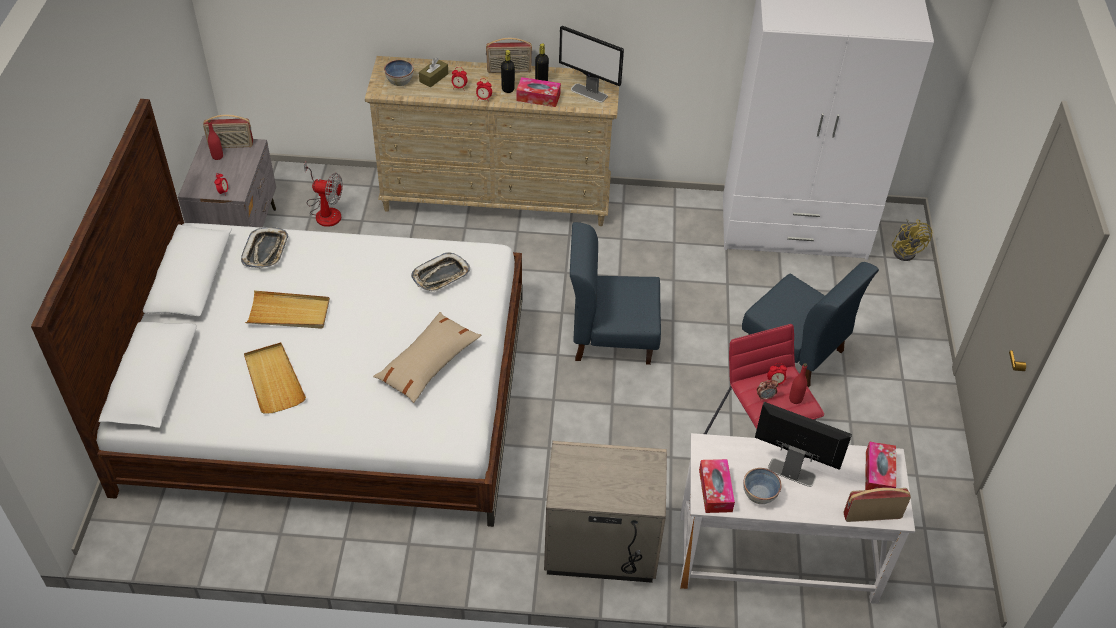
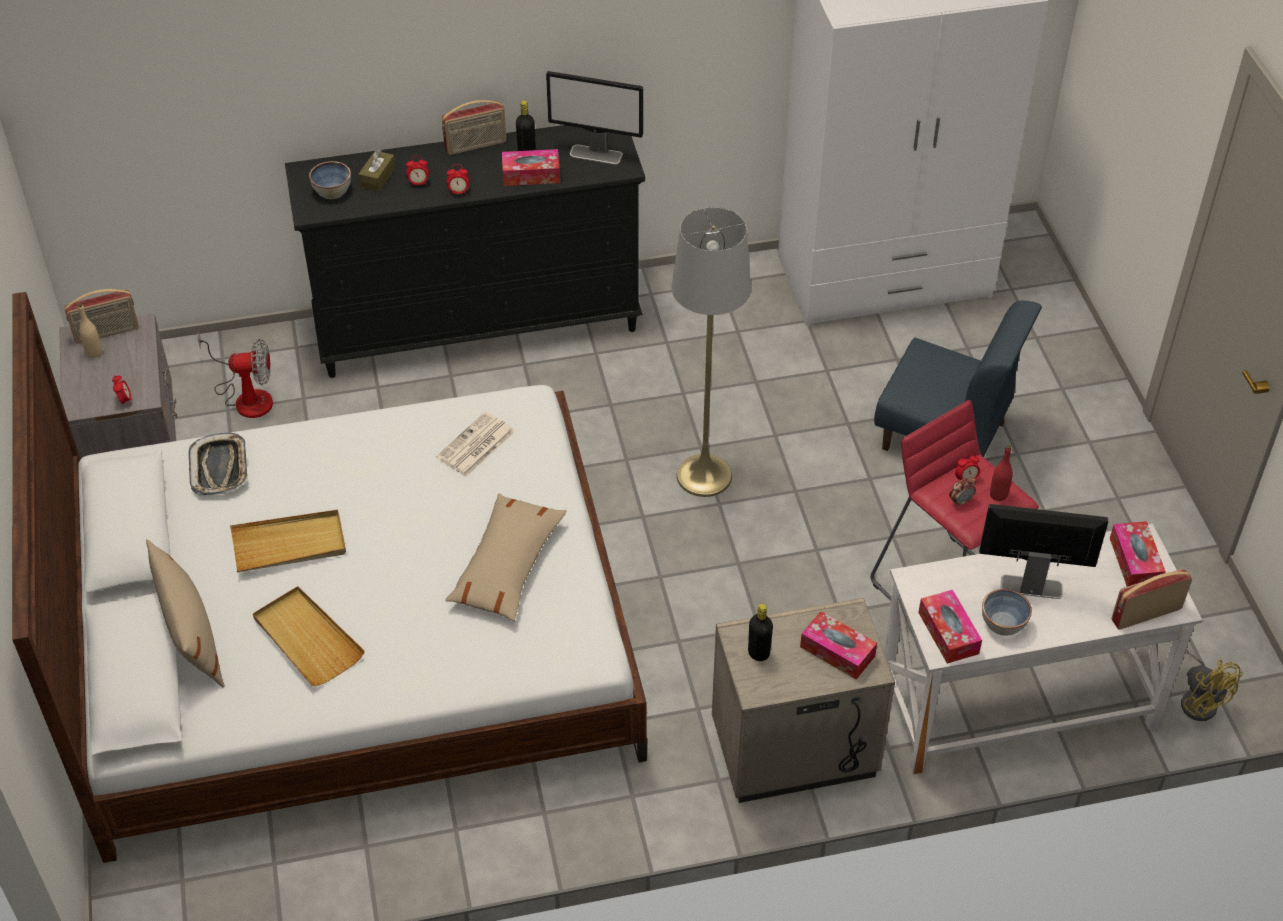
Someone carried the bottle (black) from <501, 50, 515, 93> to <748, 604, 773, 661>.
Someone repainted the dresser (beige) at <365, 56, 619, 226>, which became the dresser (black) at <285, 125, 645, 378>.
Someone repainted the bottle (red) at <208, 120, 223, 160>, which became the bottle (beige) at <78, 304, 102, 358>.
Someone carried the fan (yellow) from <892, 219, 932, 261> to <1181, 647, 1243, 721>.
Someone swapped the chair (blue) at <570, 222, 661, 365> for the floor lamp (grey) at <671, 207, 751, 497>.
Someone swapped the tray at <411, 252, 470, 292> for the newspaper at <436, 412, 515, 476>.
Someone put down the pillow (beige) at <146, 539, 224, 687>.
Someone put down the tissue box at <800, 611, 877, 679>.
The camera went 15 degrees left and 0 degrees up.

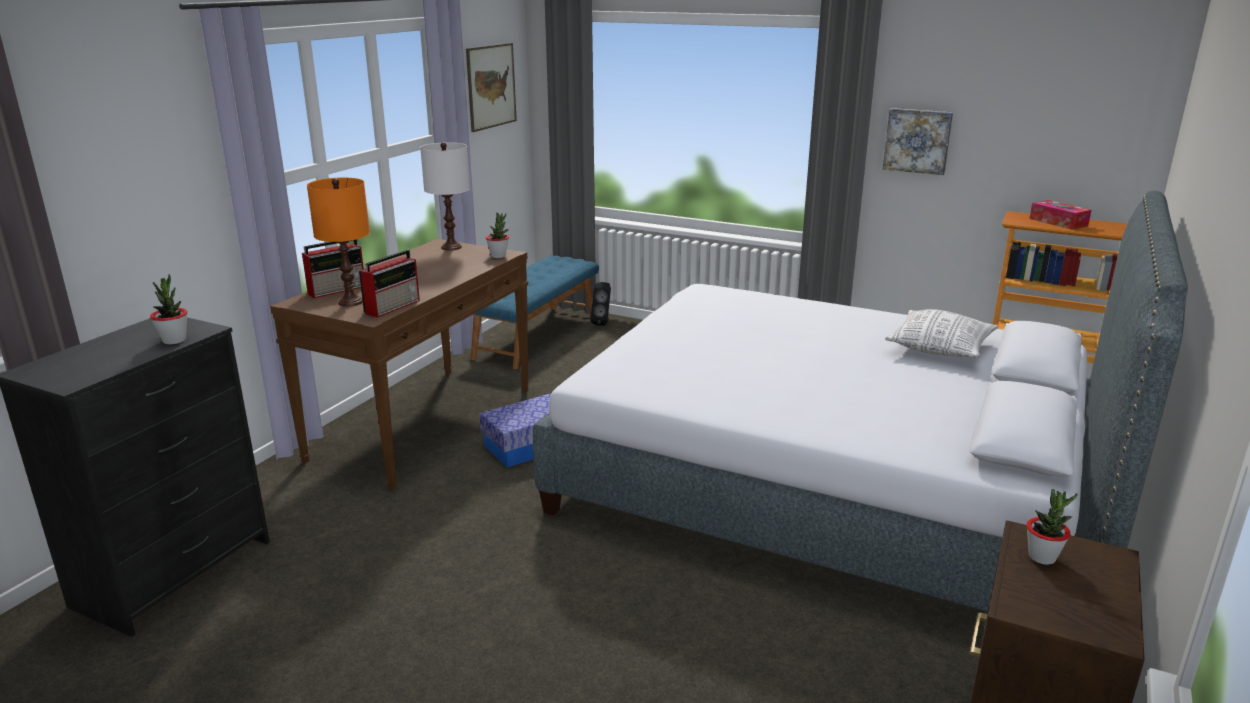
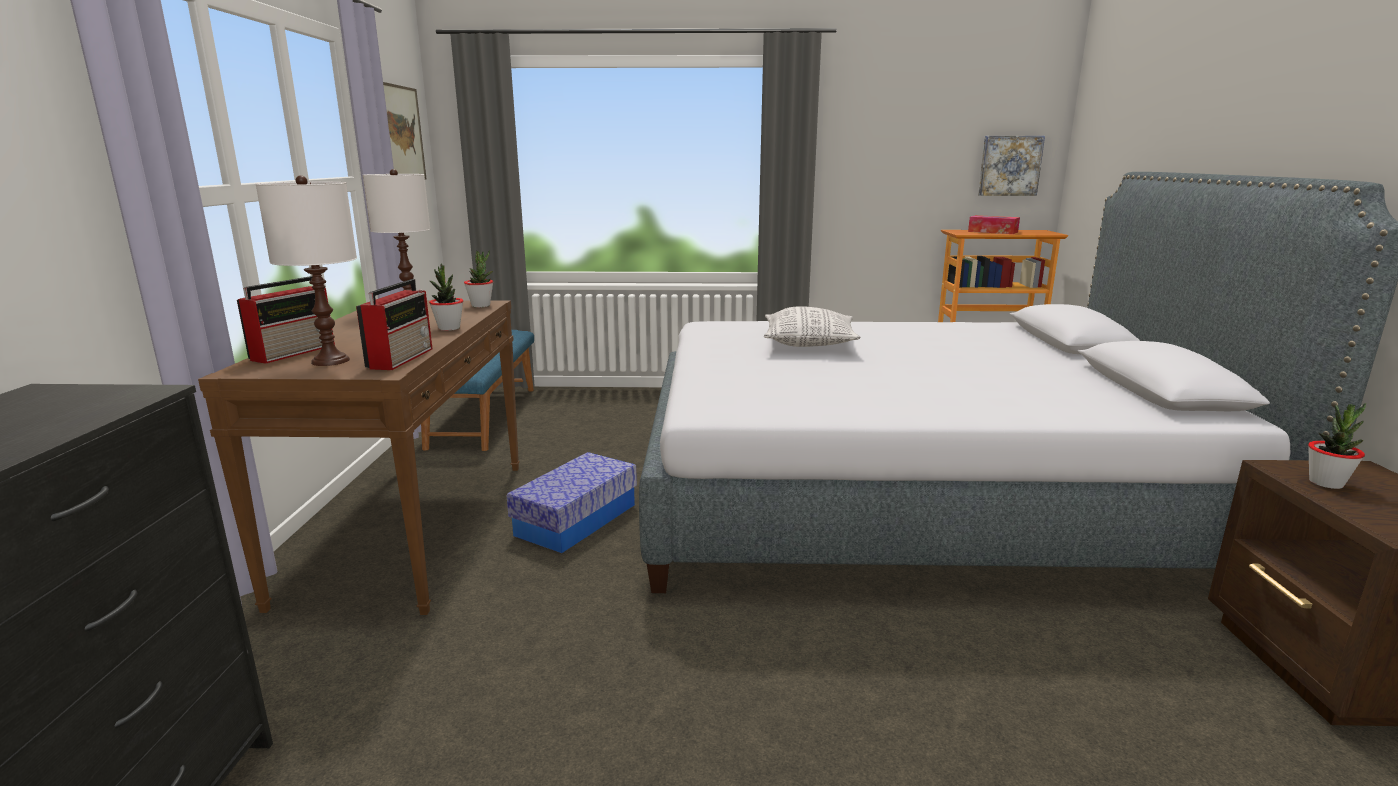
Someone carried the picture from <883, 108, 953, 175> to <978, 136, 1045, 196>.
Someone repainted the table lamp (orange) at <307, 178, 370, 307>, which became the table lamp (white) at <256, 175, 357, 366>.
Someone carried the potted plant from <150, 274, 187, 345> to <429, 264, 464, 331>.
Someone took away the speaker (black) at <591, 282, 611, 326>.
Someone carried the pillow from <885, 309, 999, 357> to <764, 306, 861, 347>.
The camera went 25 degrees left and 5 degrees down.

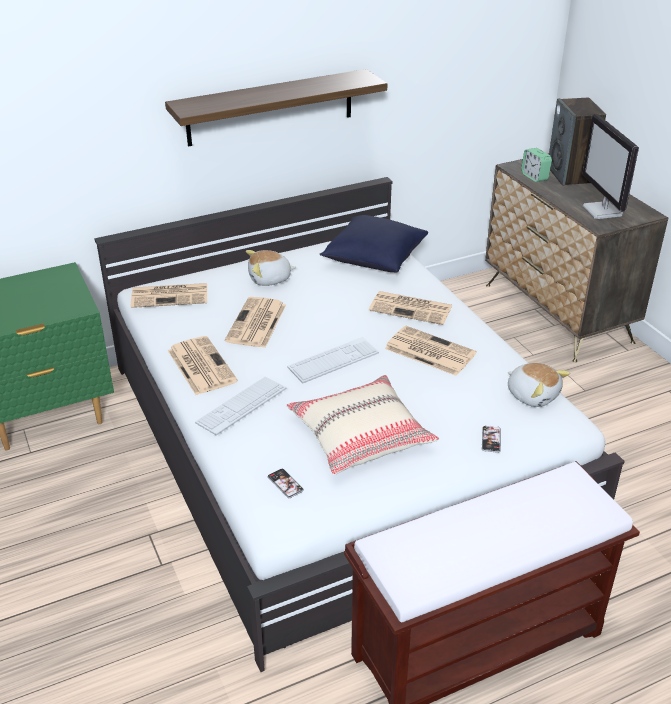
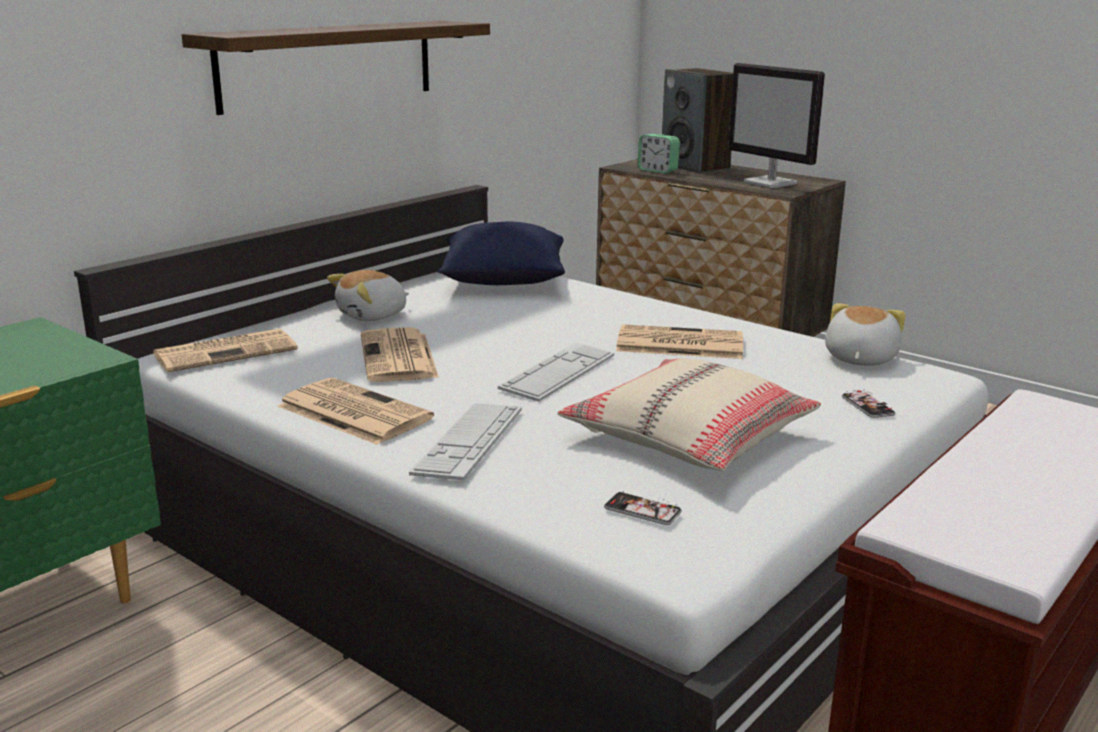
Someone took away the newspaper at <369, 291, 452, 325>.
Someone rotated the plush toy at <508, 362, 570, 407> by 90 degrees counterclockwise.
The camera went 25 degrees left and 15 degrees down.

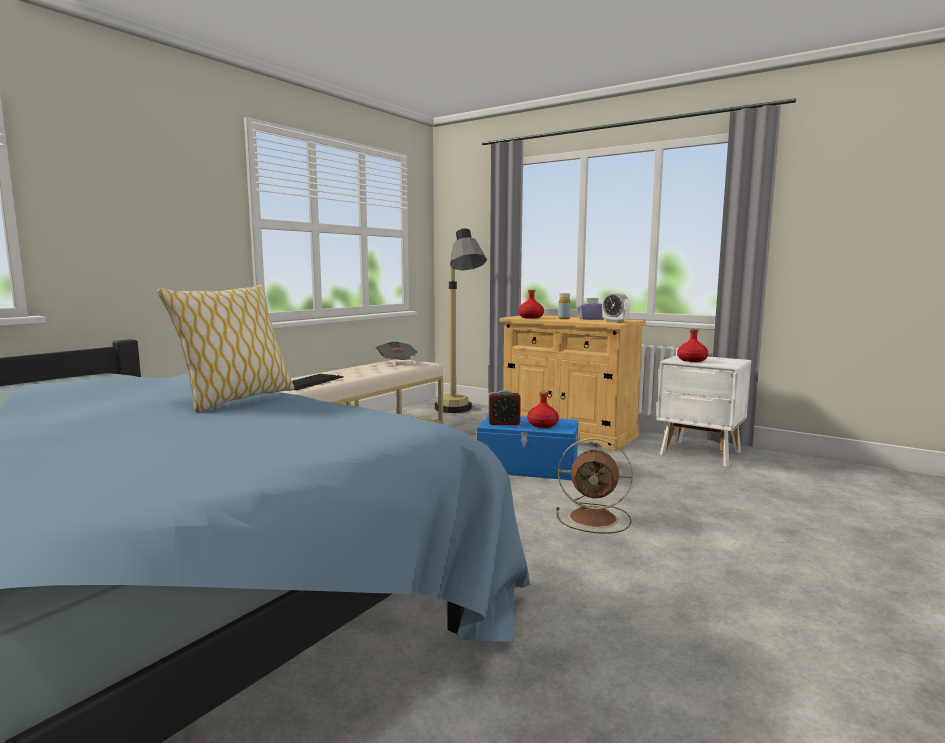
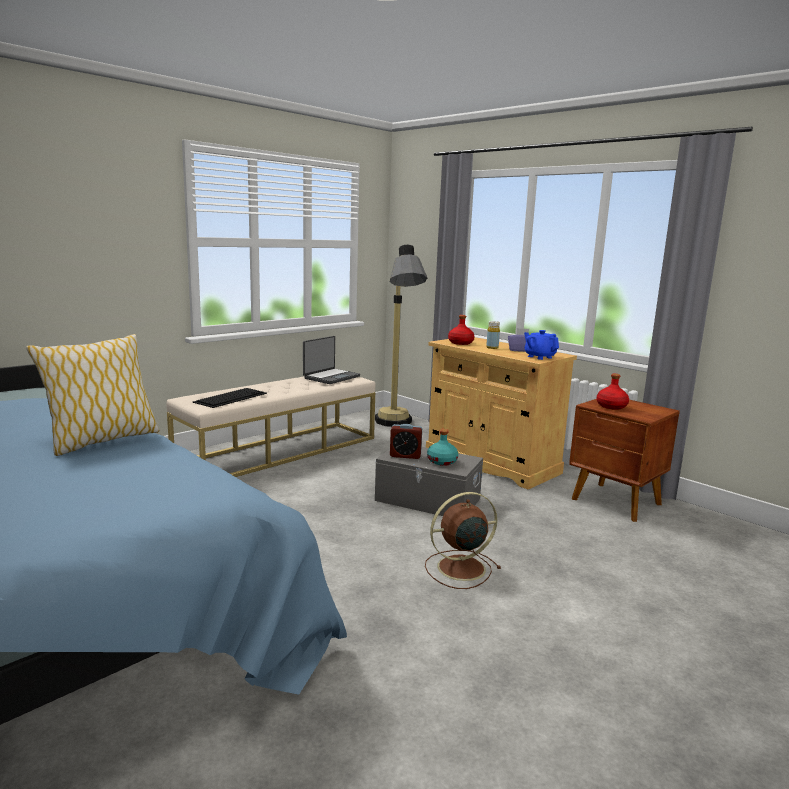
Someone swapped the alarm clock at <602, 291, 630, 323> for the teapot (blue) at <524, 330, 559, 360>.
Someone swapped the newspaper at <376, 342, 417, 360> for the laptop at <303, 336, 360, 384>.
Someone repainted the nightstand (white) at <657, 355, 751, 467>, which became the nightstand (brown) at <569, 399, 680, 522>.
Someone repainted the bottle (red) at <527, 392, 559, 428>, which became the bottle (turquoise) at <427, 429, 458, 466>.
Someone repainted the storage box (blue) at <477, 416, 580, 480>, which became the storage box (grey) at <375, 447, 483, 516>.
Someone rotated the fan (brown) at <556, 438, 633, 533> by 135 degrees clockwise.
The camera went 10 degrees right and 5 degrees up.

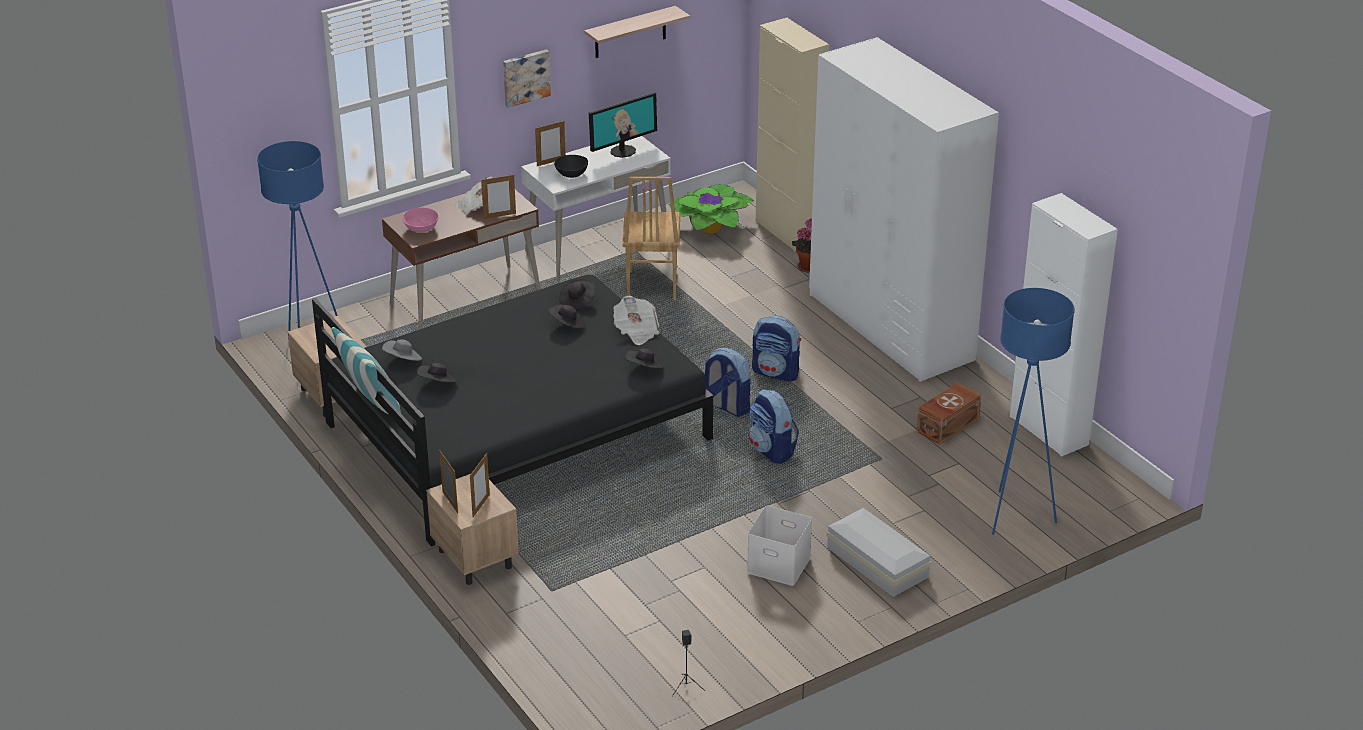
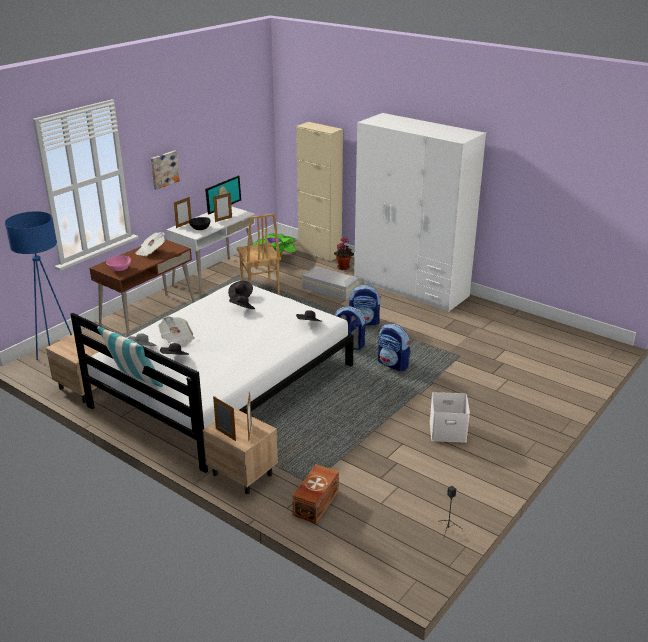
Someone took away the shelf at <584, 6, 690, 58>.
Someone carried the picture frame from <481, 175, 516, 219> to <213, 192, 232, 222>.
Someone took away the cabinet (white) at <1010, 193, 1118, 457>.
Someone repainted the bed (black) at <312, 275, 713, 547>, which became the bed (white) at <71, 281, 354, 473>.
Someone took away the floor lamp (blue) at <992, 288, 1075, 535>.
Someone carried the newspaper from <613, 296, 659, 345> to <158, 316, 195, 349>.
Someone carried the storage box (brown) from <917, 383, 982, 445> to <292, 464, 339, 524>.
Someone carried the storage box (white) from <826, 508, 931, 597> to <302, 266, 359, 300>.
The camera went 20 degrees left and 5 degrees down.

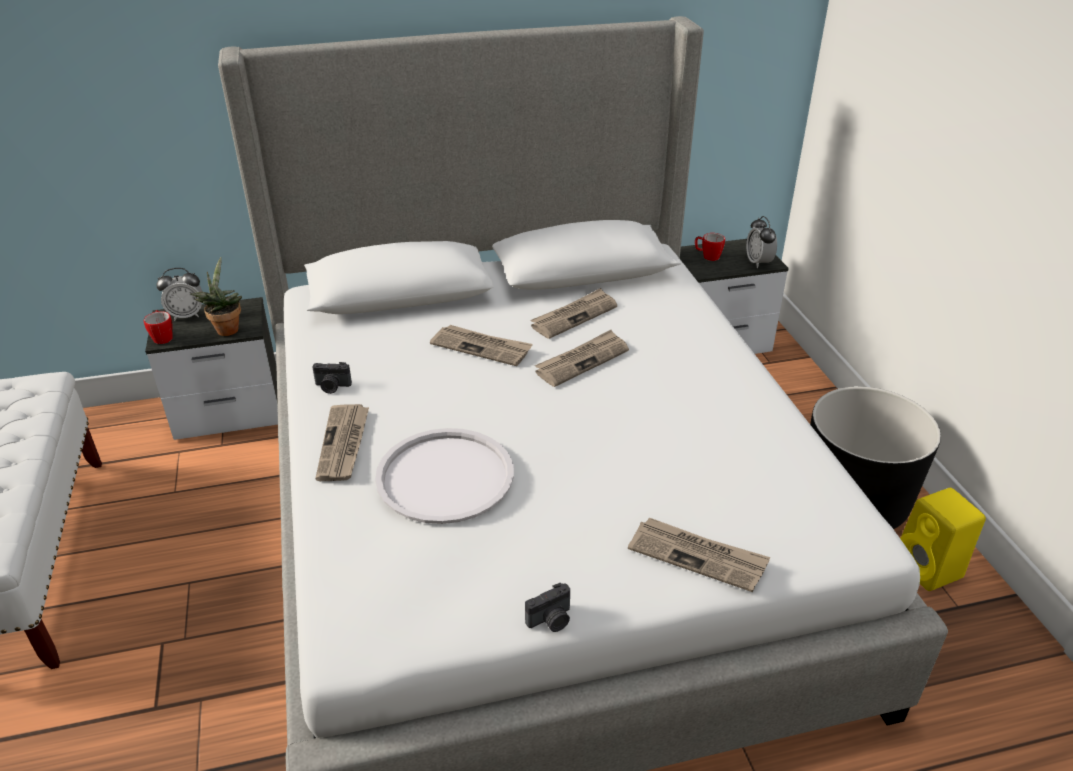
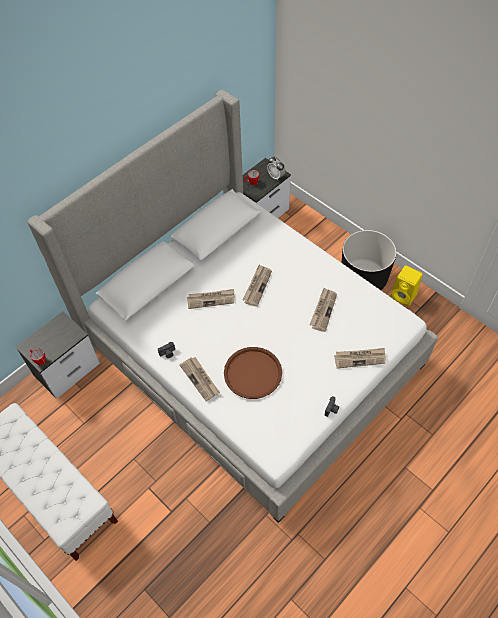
Someone took away the potted plant at <190, 257, 242, 336>.
Someone took away the alarm clock at <156, 268, 202, 320>.
Someone carried the newspaper from <531, 288, 617, 339> to <310, 288, 337, 332>.
Someone repainted the tray (white) at <375, 428, 514, 524>, which became the tray (brown) at <224, 347, 282, 399>.
The camera went 30 degrees left and 20 degrees up.

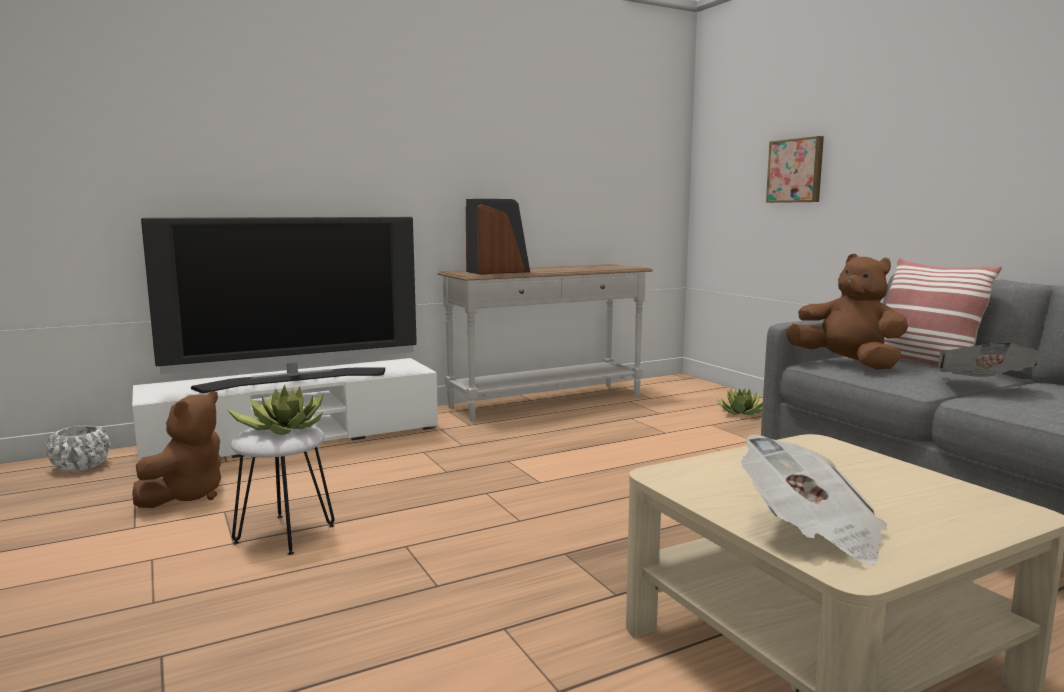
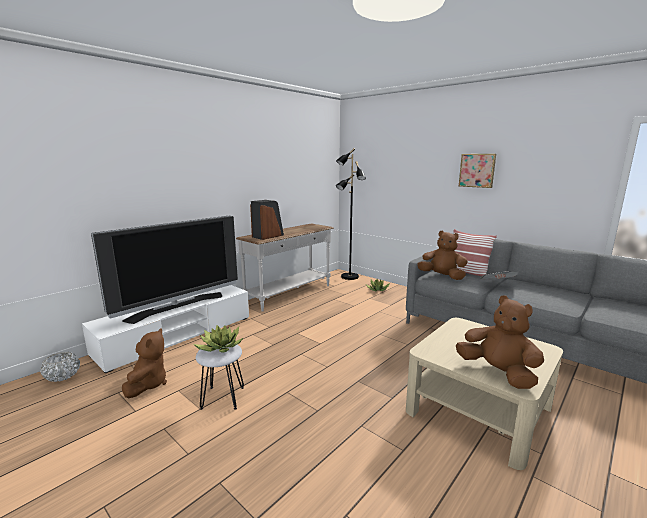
Someone carried the picture from <766, 136, 824, 203> to <459, 154, 496, 188>.
Someone swapped the newspaper at <741, 435, 887, 566> for the plush toy (brown) at <456, 295, 544, 389>.
Someone put down the floor lamp (black) at <336, 148, 366, 280>.
The camera went 20 degrees left and 5 degrees up.

